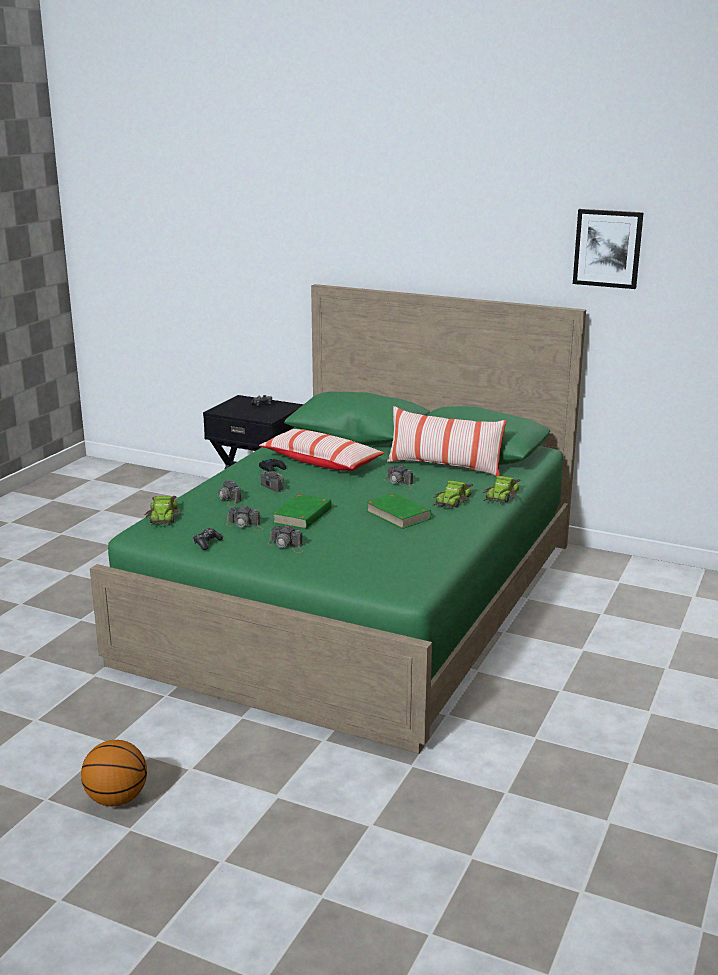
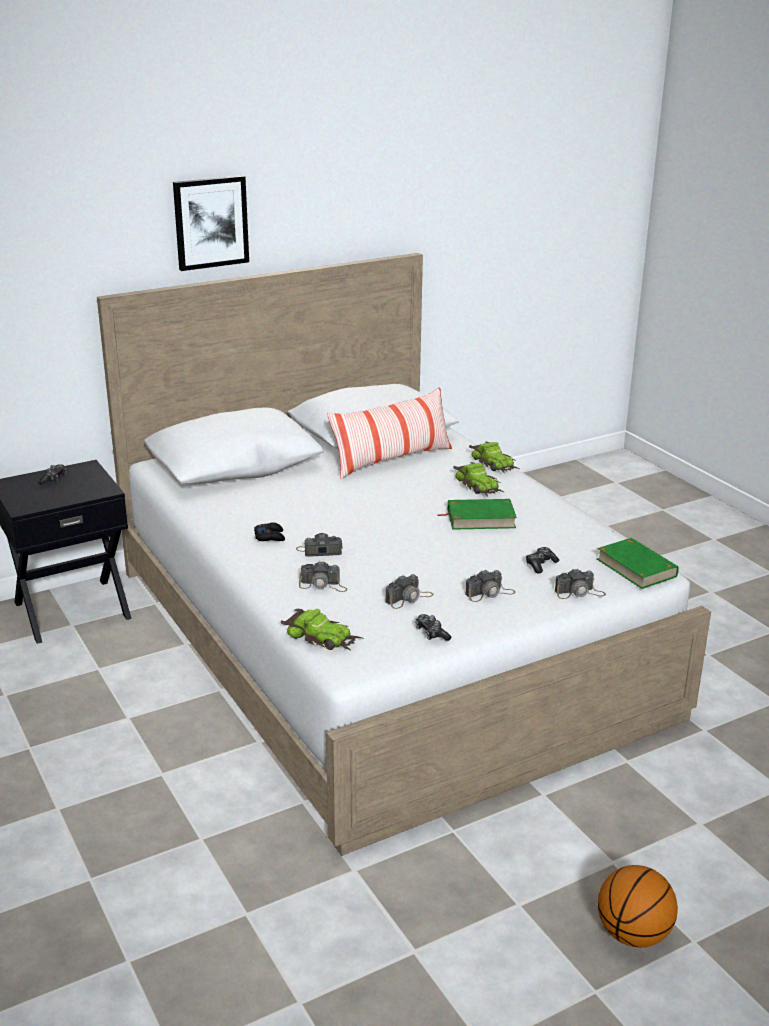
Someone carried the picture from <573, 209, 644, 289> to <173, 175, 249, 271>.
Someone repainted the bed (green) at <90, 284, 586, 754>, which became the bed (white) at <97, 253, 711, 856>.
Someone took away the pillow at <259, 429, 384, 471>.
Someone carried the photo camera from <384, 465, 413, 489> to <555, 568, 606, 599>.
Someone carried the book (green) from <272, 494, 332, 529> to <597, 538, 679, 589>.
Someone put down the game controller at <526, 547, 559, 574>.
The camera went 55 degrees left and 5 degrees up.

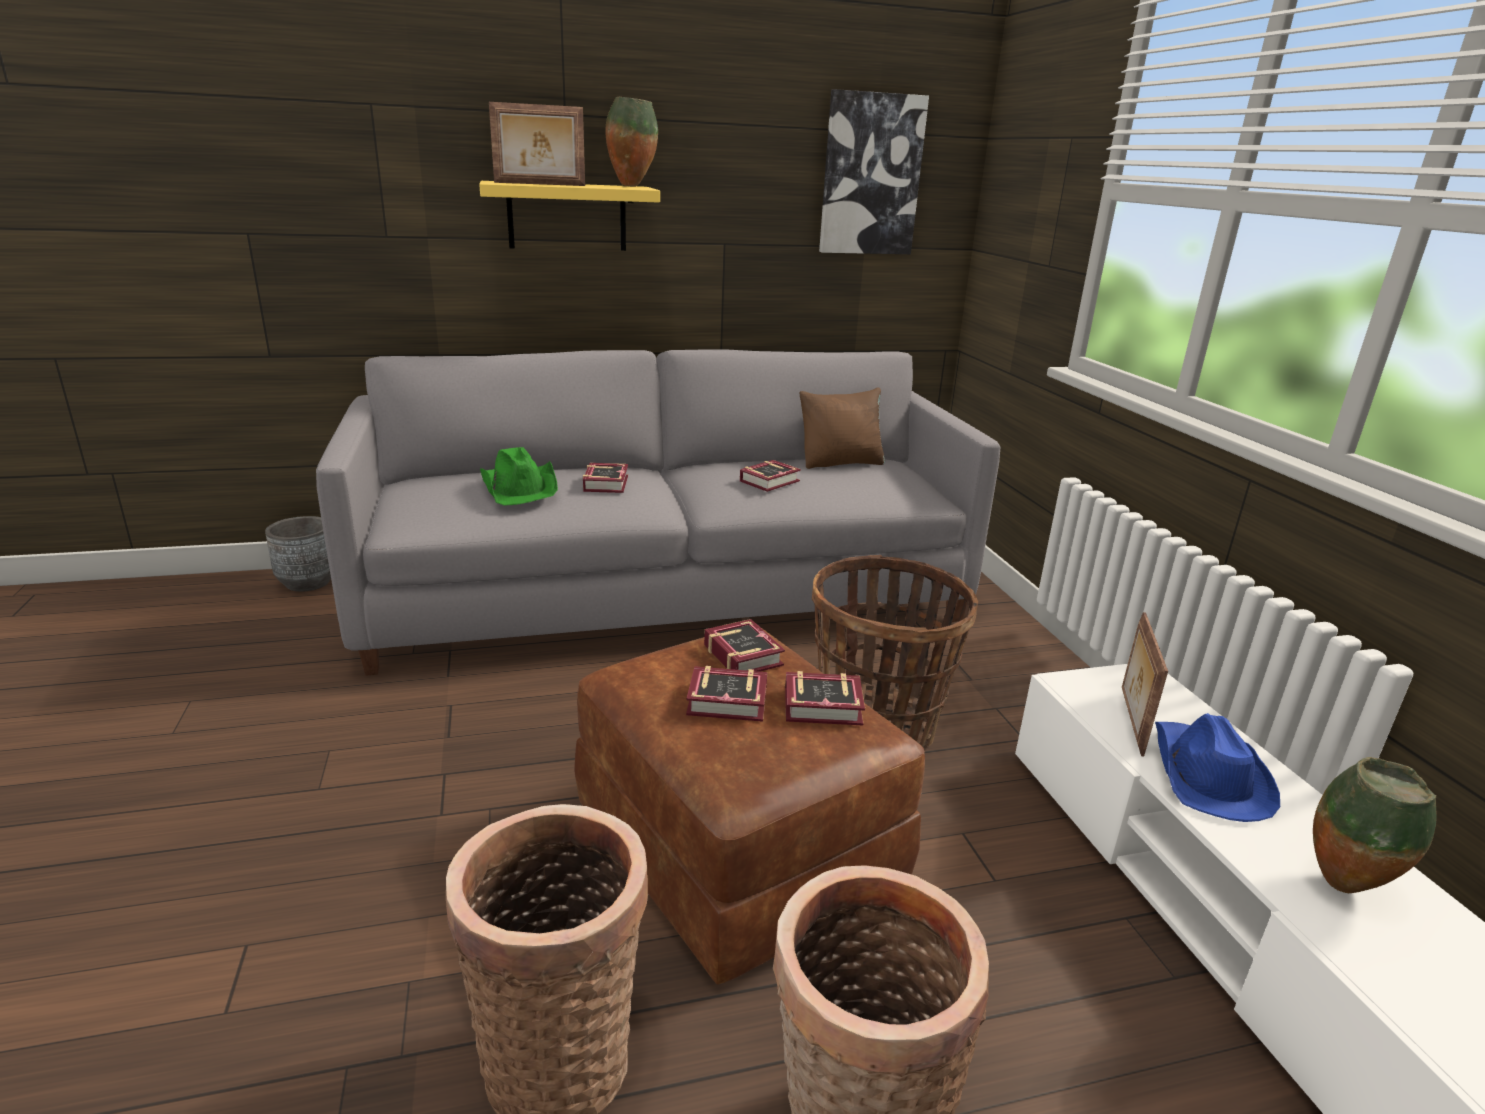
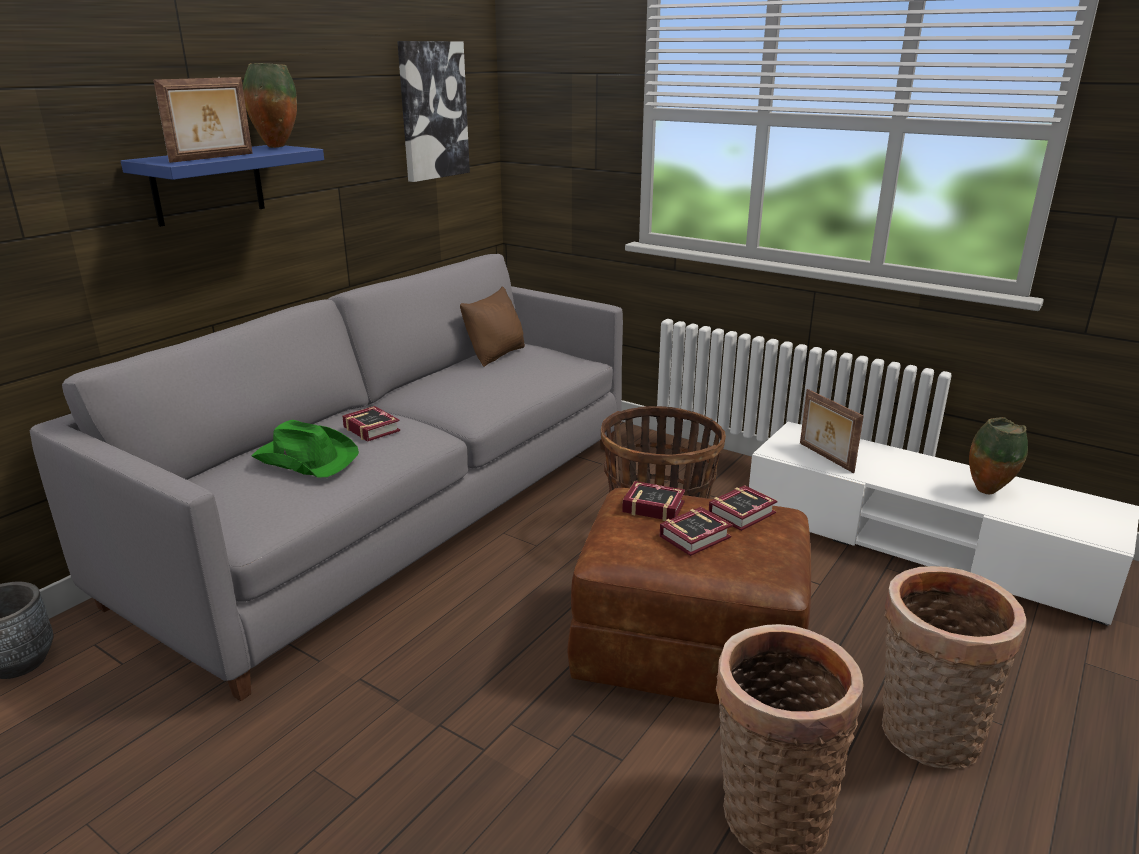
Someone repainted the shelf (yellow) at <479, 181, 660, 251>, which became the shelf (blue) at <121, 145, 324, 227>.
Someone took away the book at <740, 460, 801, 492>.
Someone took away the hat (blue) at <1155, 713, 1280, 822>.
The camera went 40 degrees left and 0 degrees up.

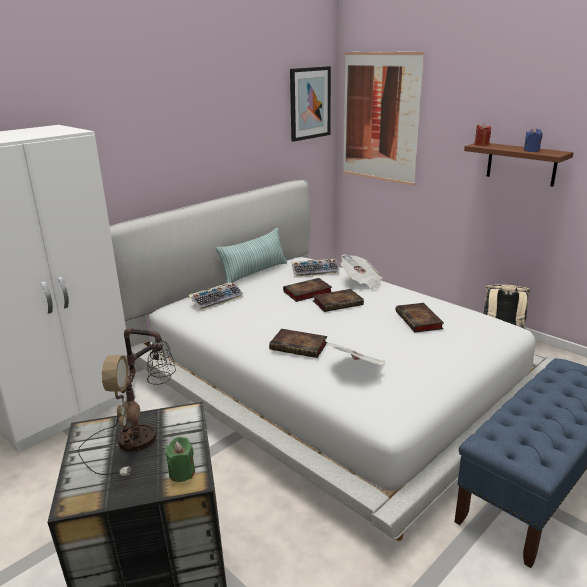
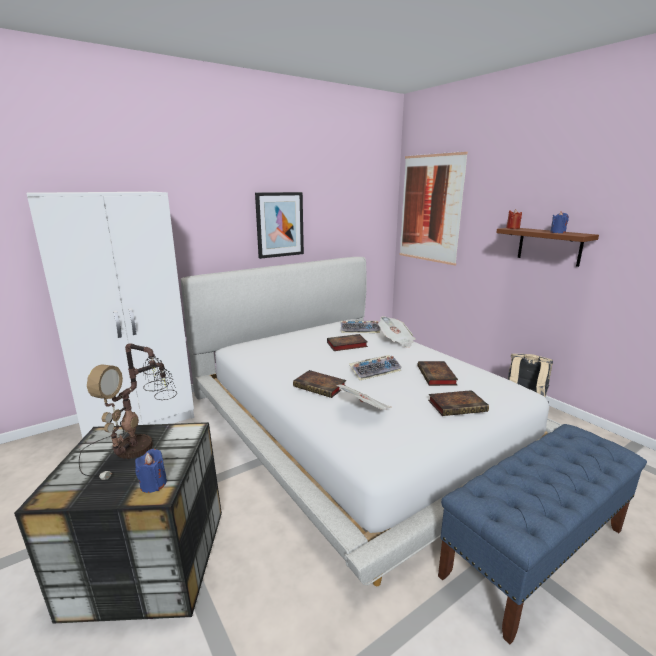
Someone carried the picture from <290, 66, 331, 142> to <255, 192, 304, 259>.
Someone took away the pillow at <216, 228, 287, 283>.
Someone carried the keyboard from <188, 282, 243, 311> to <349, 355, 402, 381>.
Someone carried the book from <313, 289, 364, 312> to <428, 390, 489, 416>.
Someone repainted the candle (green) at <165, 437, 195, 482>, which became the candle (blue) at <135, 449, 167, 493>.
The camera went 10 degrees right and 5 degrees down.

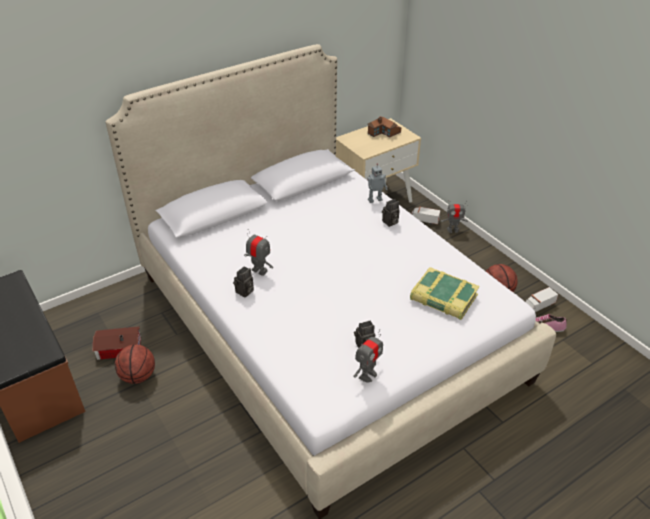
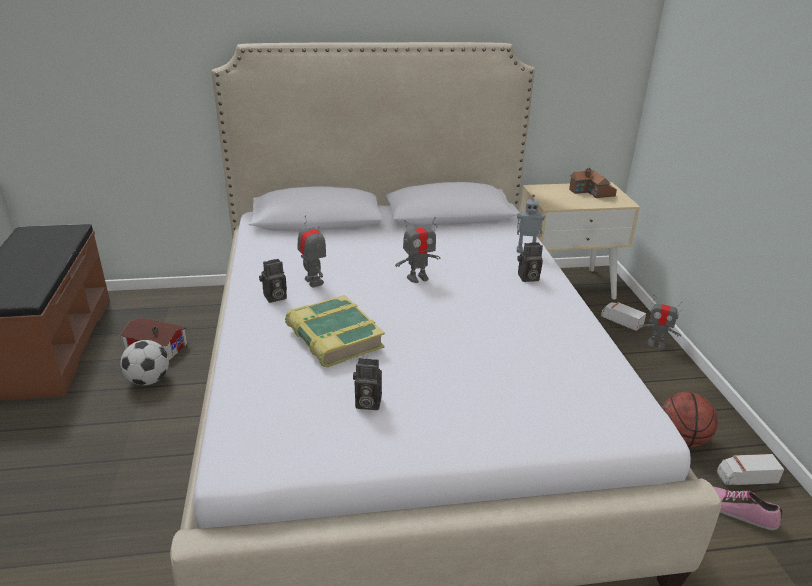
Someone carried the book from <410, 267, 480, 320> to <285, 295, 385, 368>.
Someone carried the toy robot from <354, 329, 383, 383> to <395, 217, 440, 283>.
Someone swapped the basketball at <115, 345, 155, 384> for the football at <120, 340, 169, 385>.
The camera went 25 degrees right and 10 degrees down.

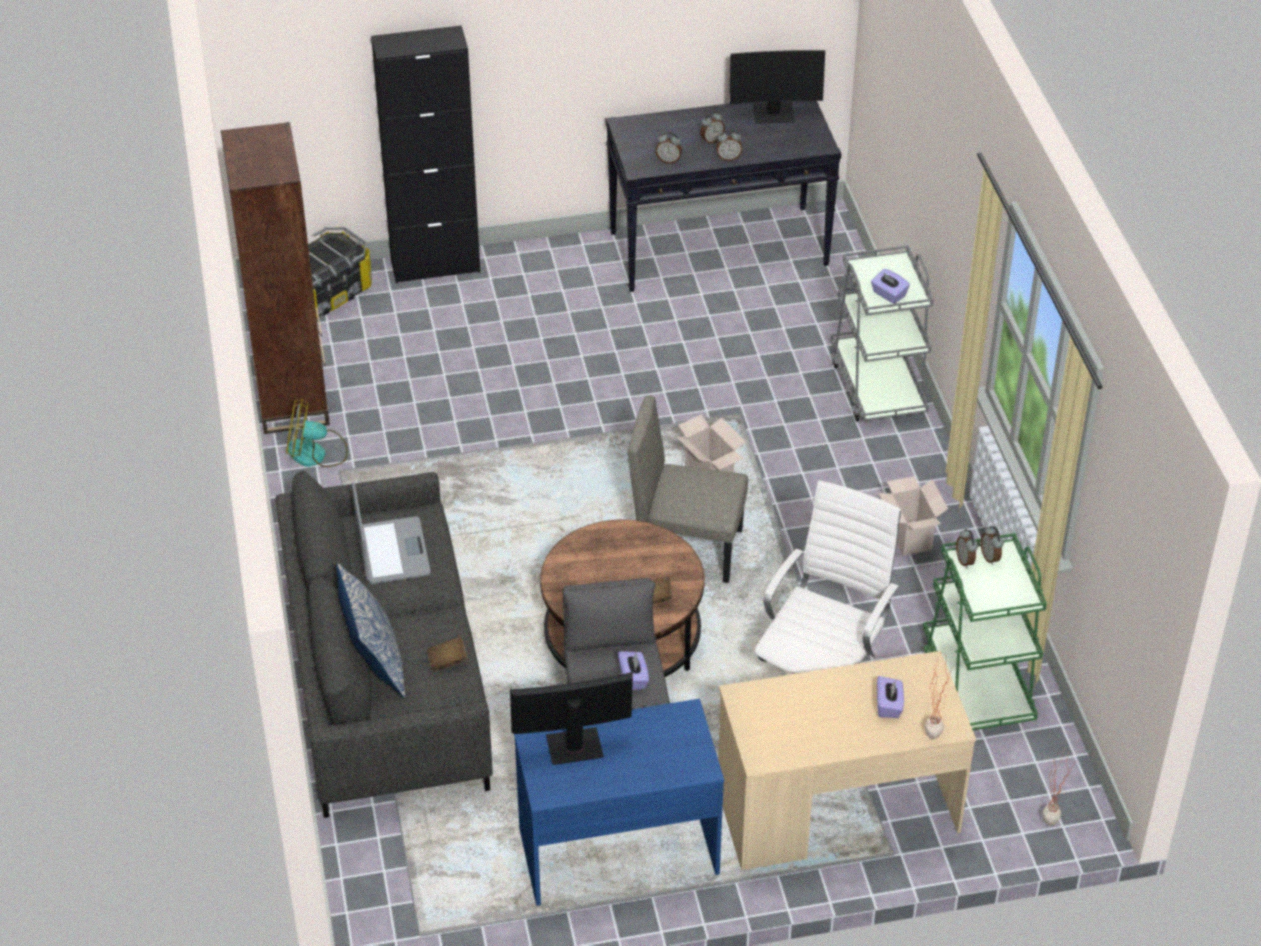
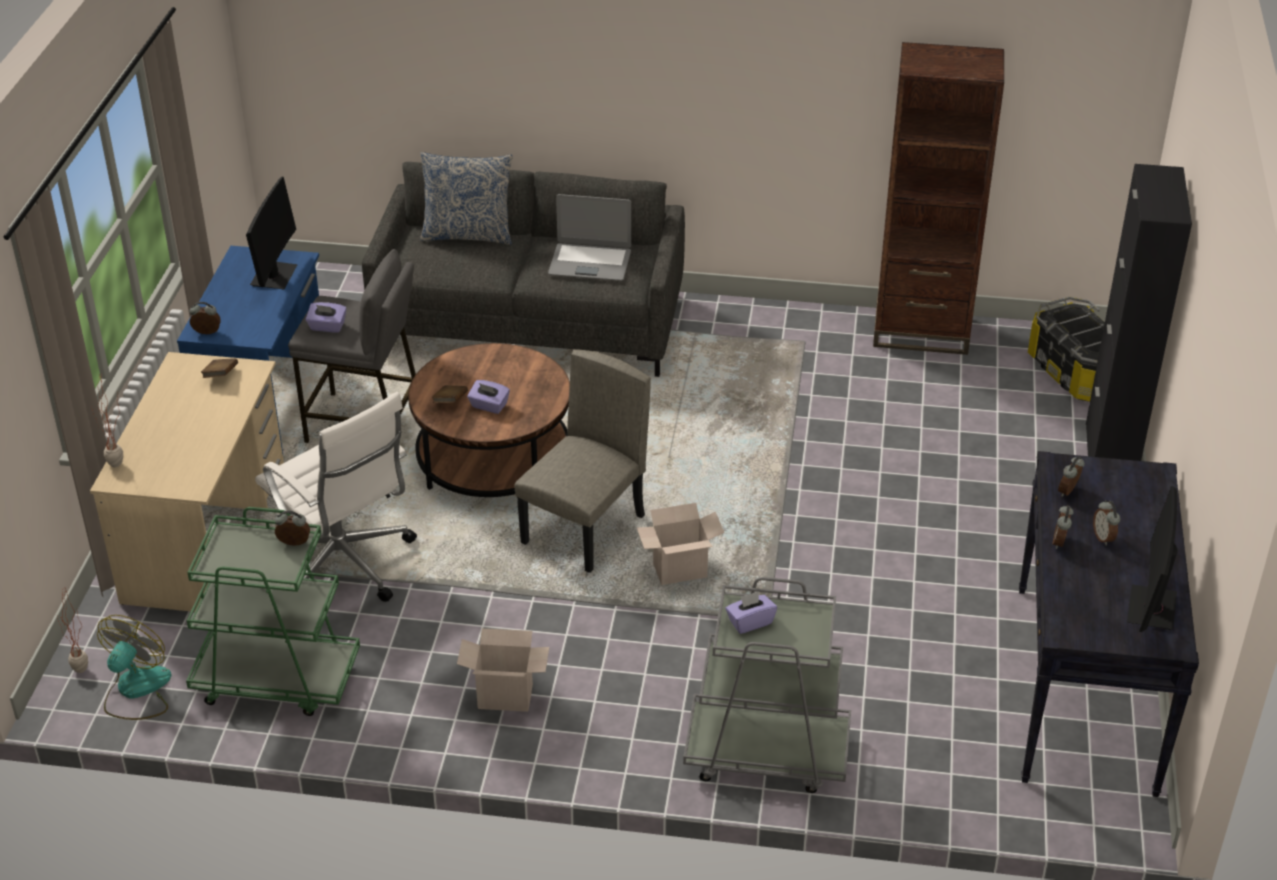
Someone carried the fan from <286, 399, 348, 467> to <97, 615, 172, 720>.
Someone carried the alarm clock from <981, 526, 1004, 565> to <190, 302, 220, 334>.
Someone carried the book (brown) from <427, 636, 468, 672> to <201, 358, 238, 378>.
Someone carried the tissue box (purple) from <877, 676, 904, 718> to <467, 380, 510, 414>.
The camera went 110 degrees right and 5 degrees down.

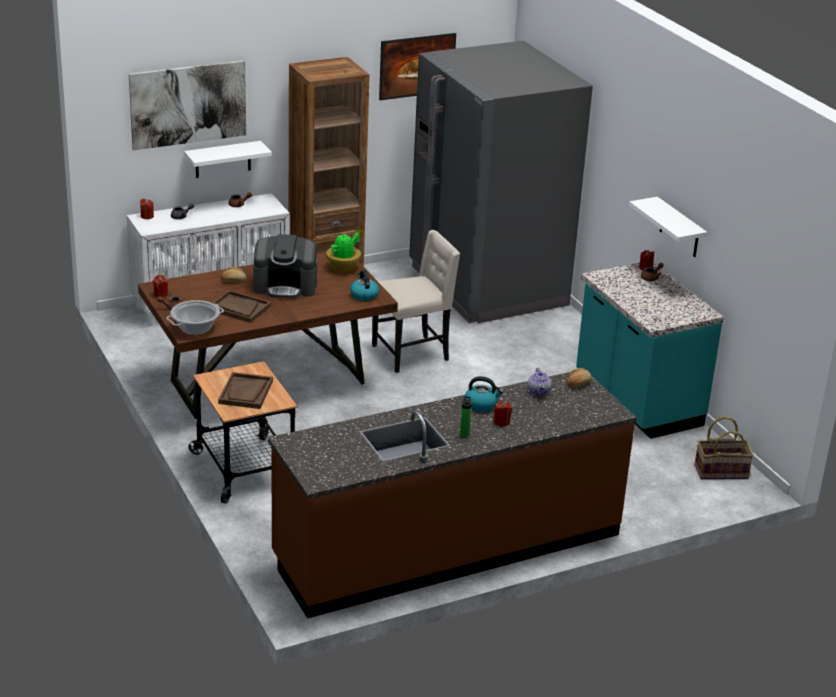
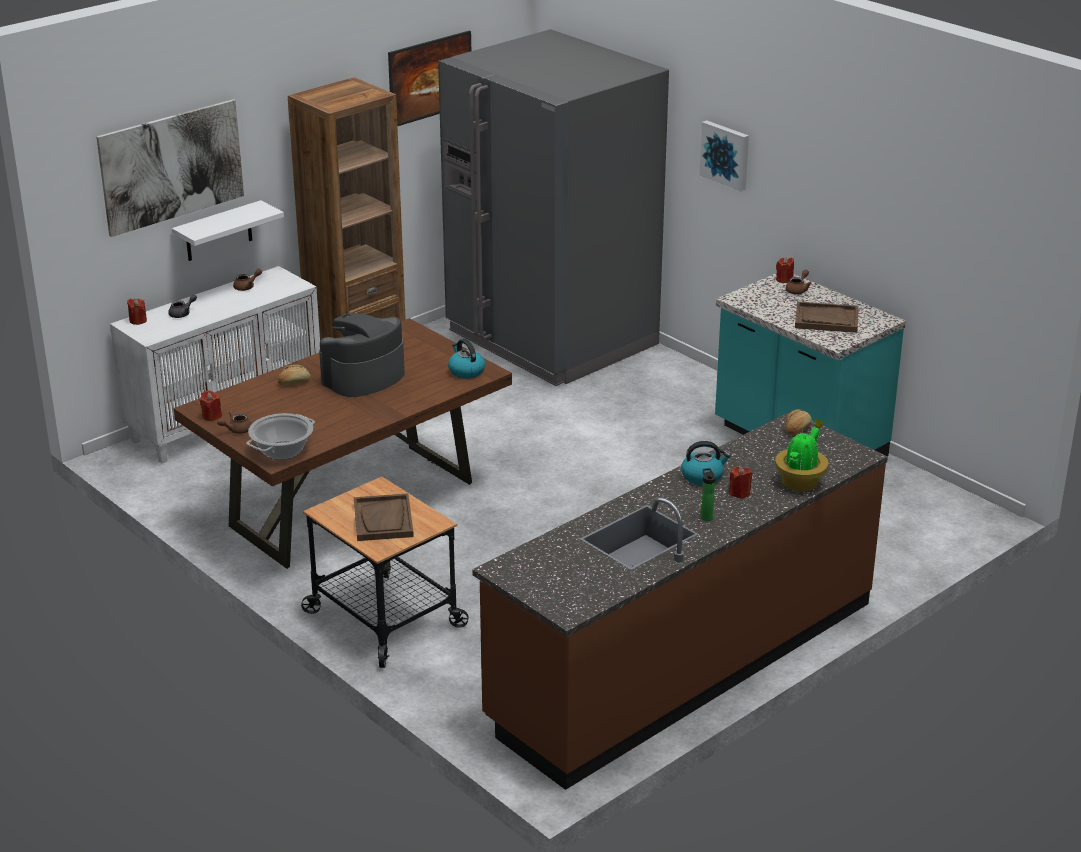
Someone took away the shelf (white) at <629, 197, 707, 257>.
Someone carried the potted plant from <326, 228, 364, 273> to <775, 419, 829, 491>.
Someone took away the chair (beige) at <372, 230, 460, 373>.
Someone rotated the coffee machine at <253, 234, 317, 298> by 150 degrees clockwise.
Someone carried the tray (brown) from <212, 290, 271, 323> to <795, 302, 858, 333>.
Someone took away the teapot at <527, 368, 552, 396>.
Someone took away the basket at <695, 416, 754, 480>.
Someone put up the picture at <699, 120, 749, 191>.
The camera went 15 degrees left and 0 degrees up.

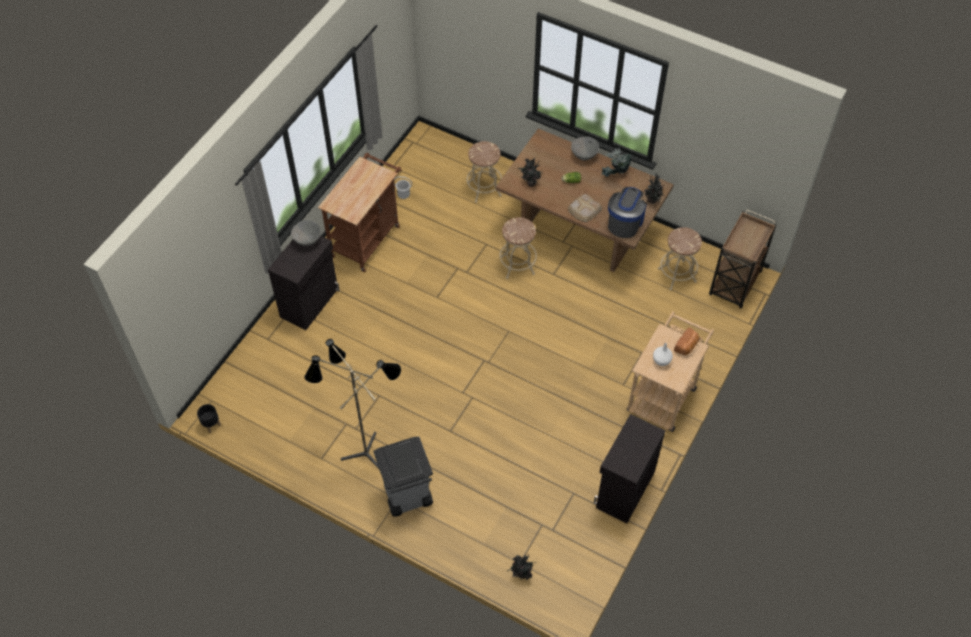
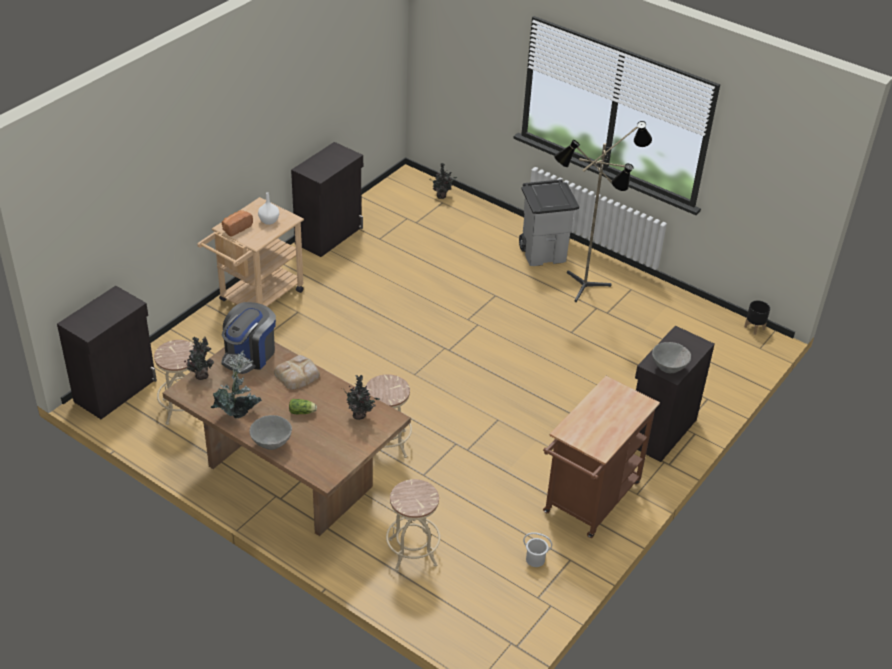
Someone swapped the cart (brown) at <709, 210, 776, 309> for the cabinet (black) at <57, 286, 157, 419>.
The camera went 175 degrees left and 15 degrees down.

